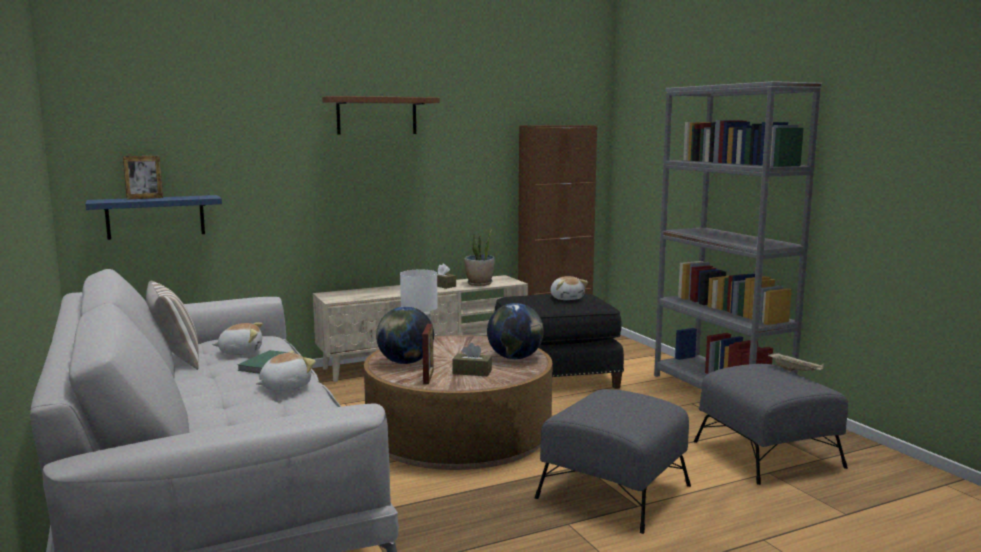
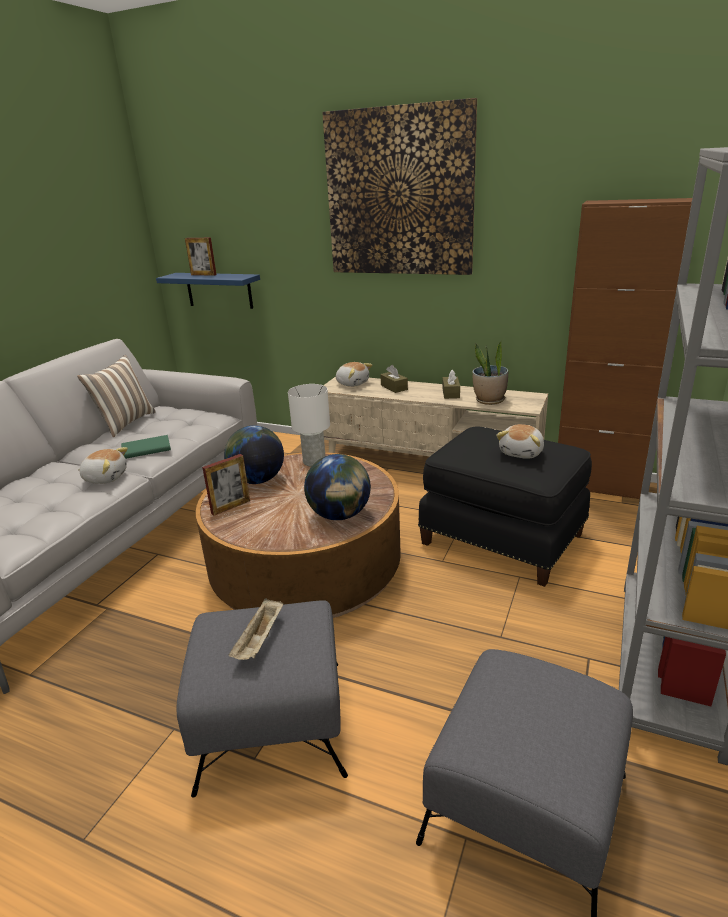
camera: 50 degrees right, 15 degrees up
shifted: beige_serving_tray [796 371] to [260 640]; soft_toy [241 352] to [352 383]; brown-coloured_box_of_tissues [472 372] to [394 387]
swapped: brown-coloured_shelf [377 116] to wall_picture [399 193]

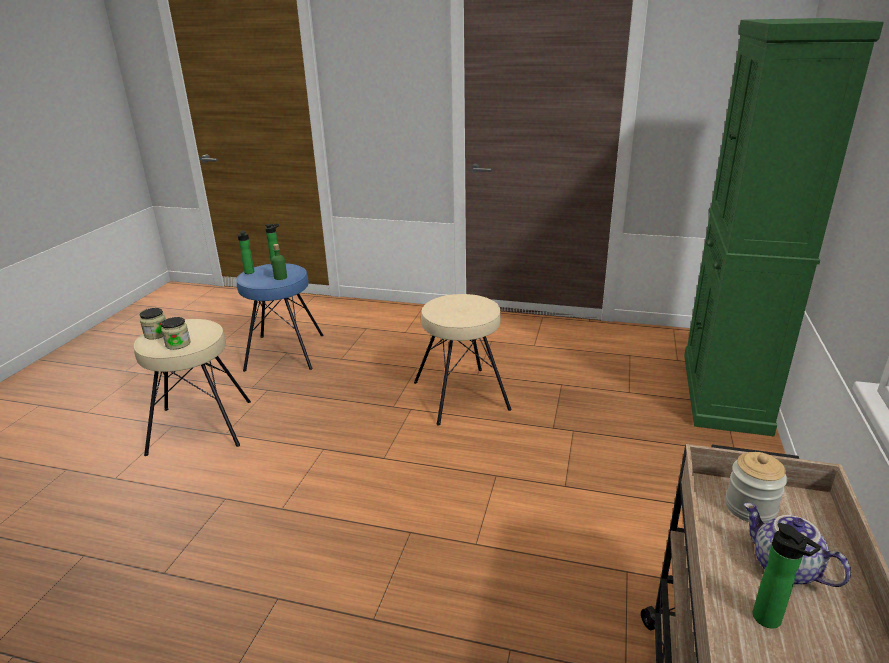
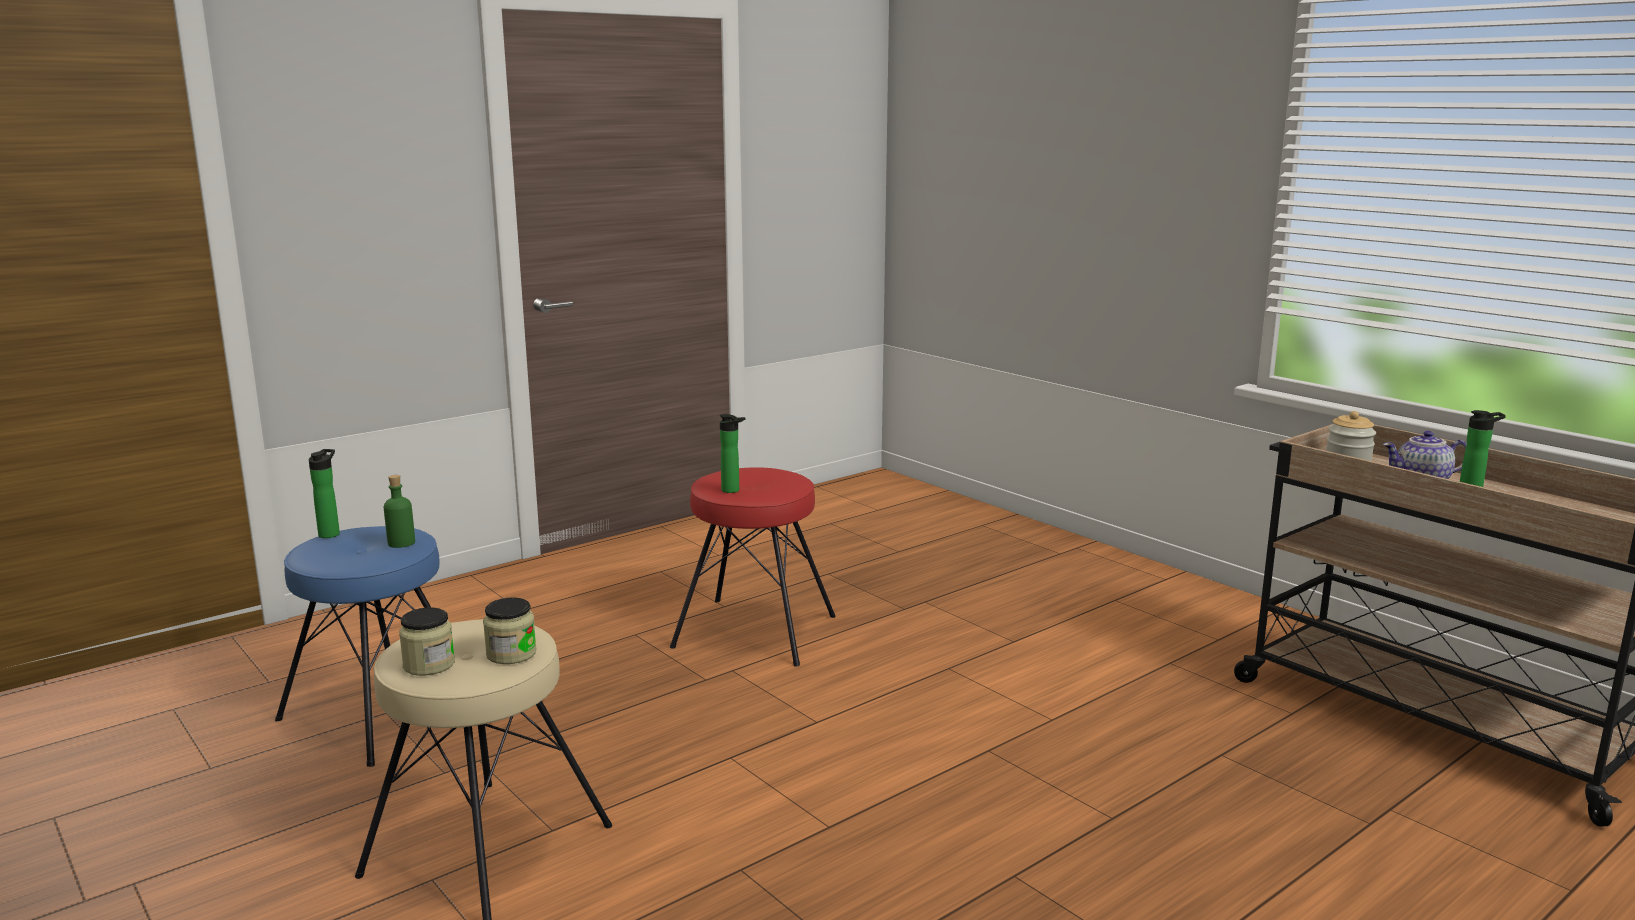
camera: 55 degrees left, 10 degrees down
gone: greenish_cupboard [724 392]
shifted: drink_bottle [249 273] to [733 490]
repainted: beige_stool_seat [461 395] to reddish_stool_seat [755 630]

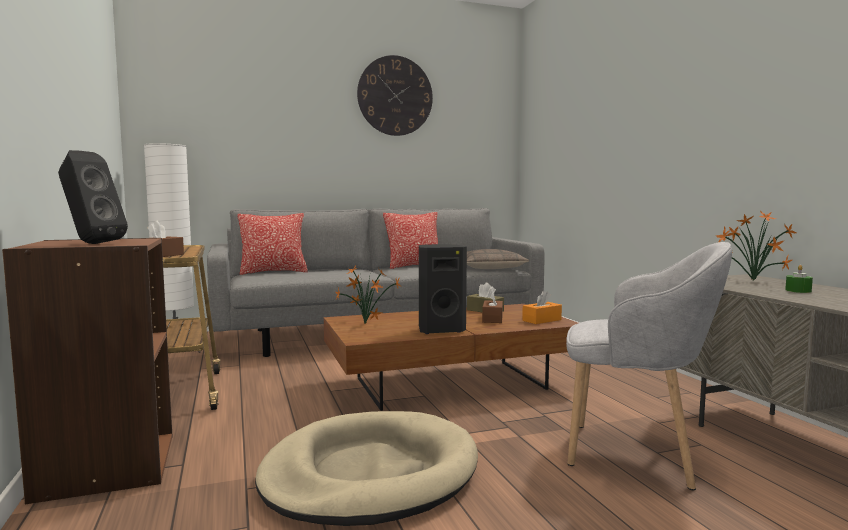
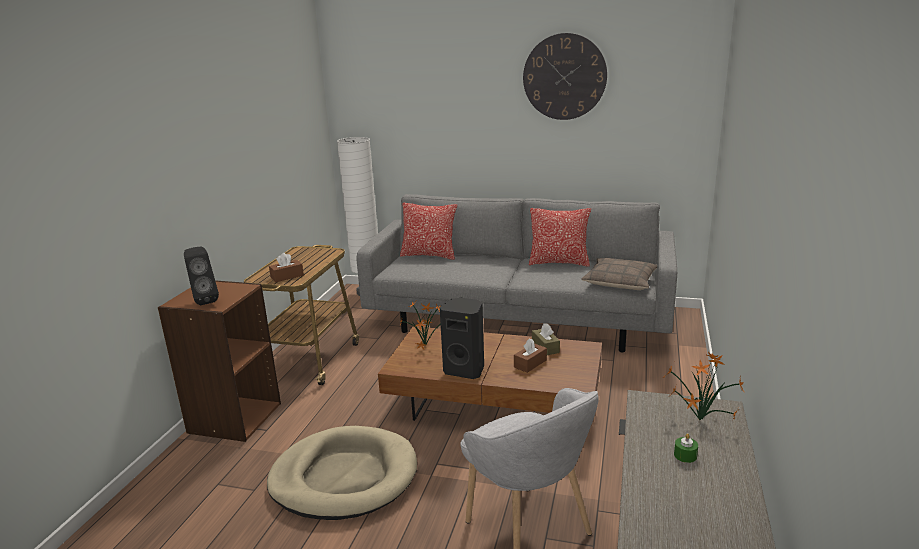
camera: 35 degrees right, 15 degrees up
gone: orange_box_of_tissues [541 320]

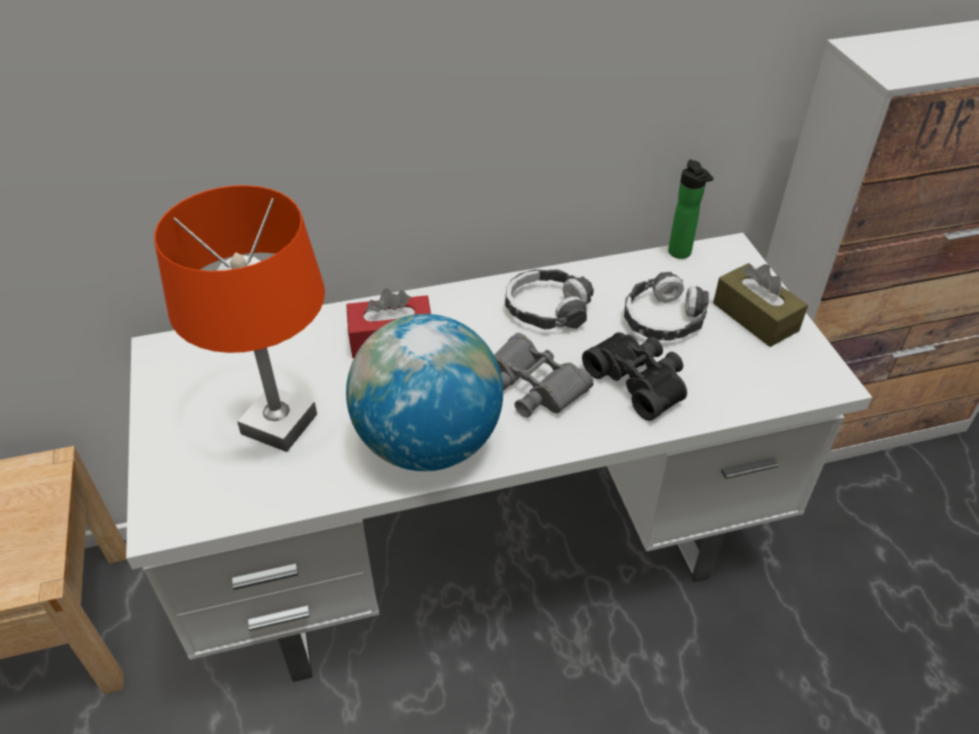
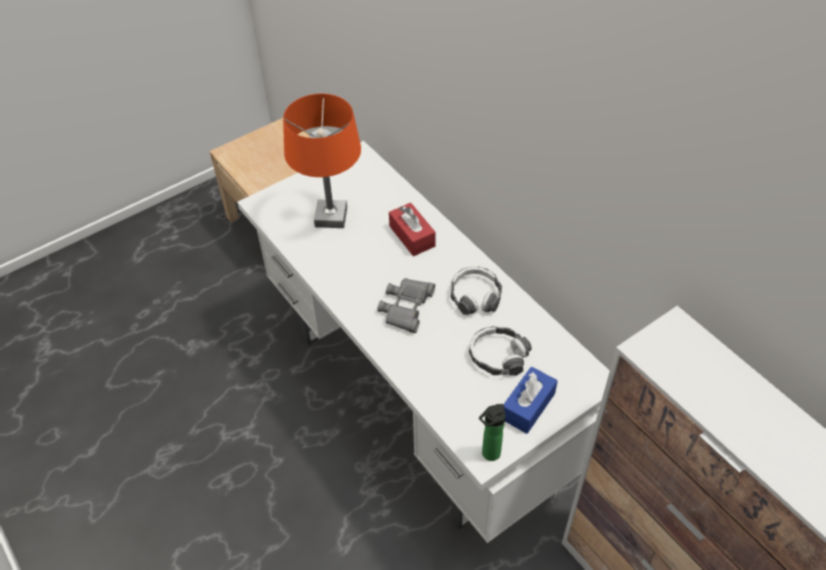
camera: 70 degrees right, 5 degrees up
gone: world_globe [428 443]; blackish_pair_of_binoculars [639 381]
shifted: drink_bottle [681 254] to [489 455]
repainted: brown-coloured_box_of_tissues [755 317] to blue_box_of_tissues [528 406]

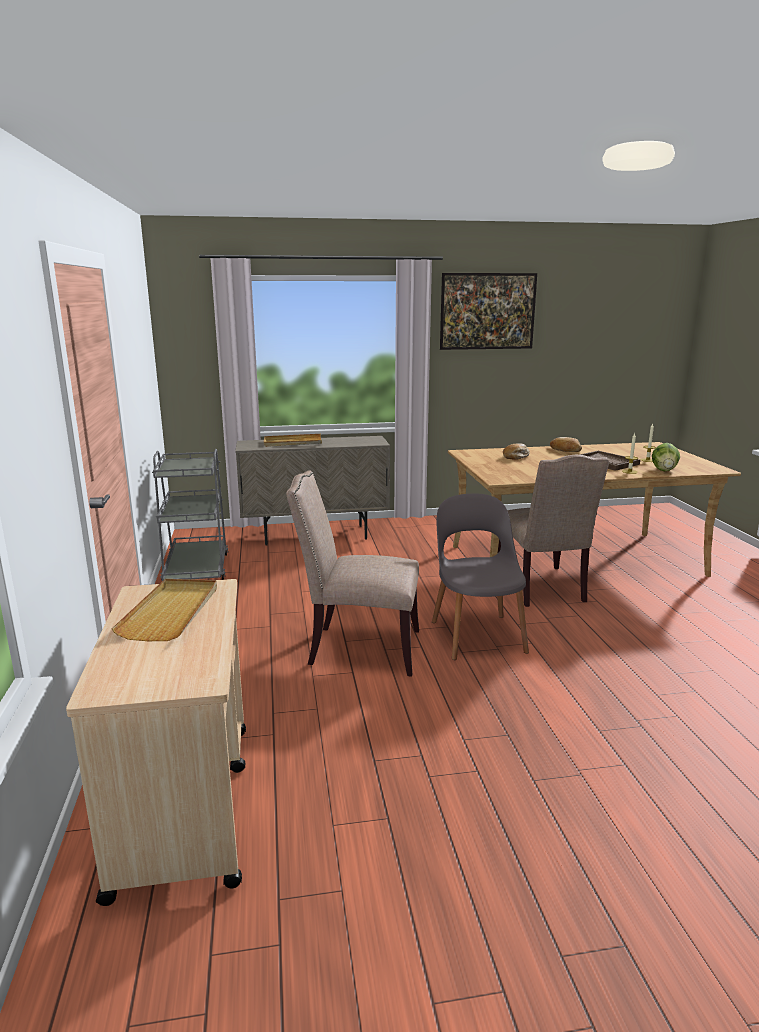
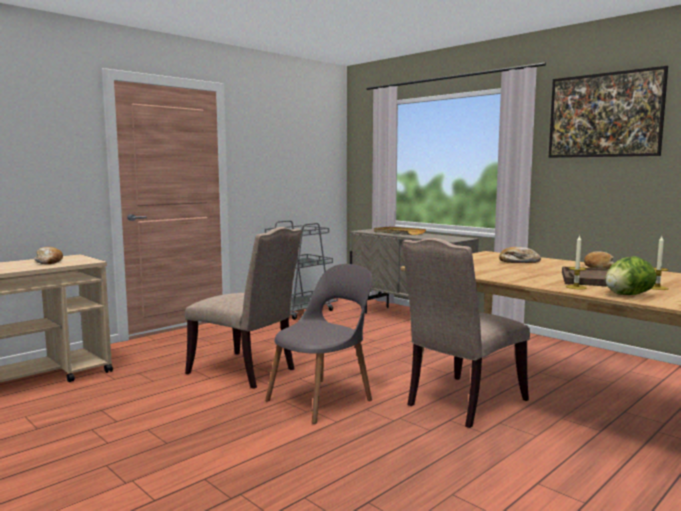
camera: 55 degrees right, 10 degrees down
swapped: beige_serving_tray [171 612] to bakery_bread [49 262]
rotated: beige_upright_chair [359 648] = [246 371] 150 degrees clockwise

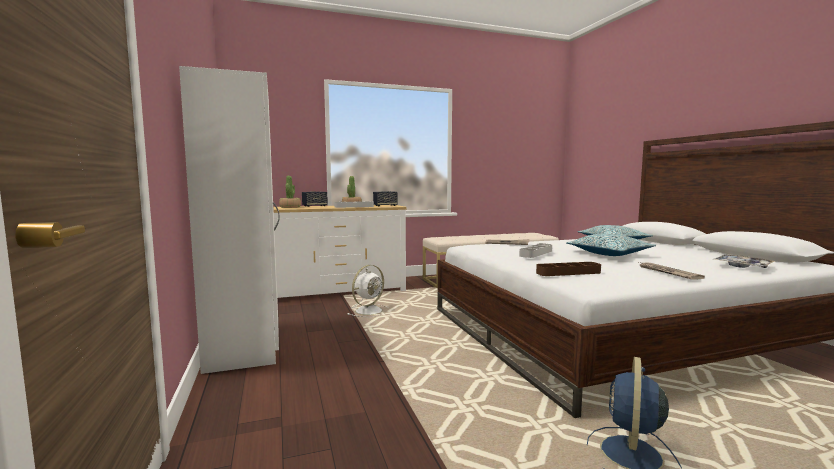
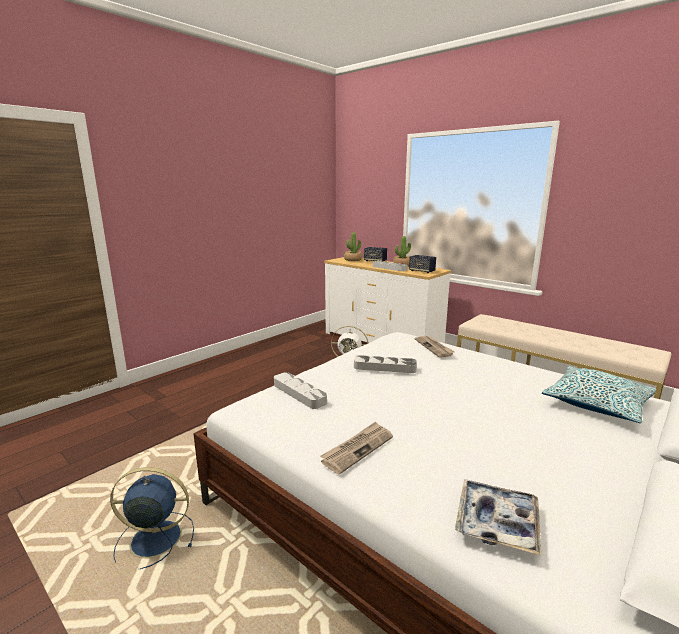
camera: 60 degrees right, 10 degrees up
gone: white_wardrobe [246 344]; cushion [609 254]
repainted: brown-coloured_serving_tray [568 273] to grey_serving_tray [299 393]

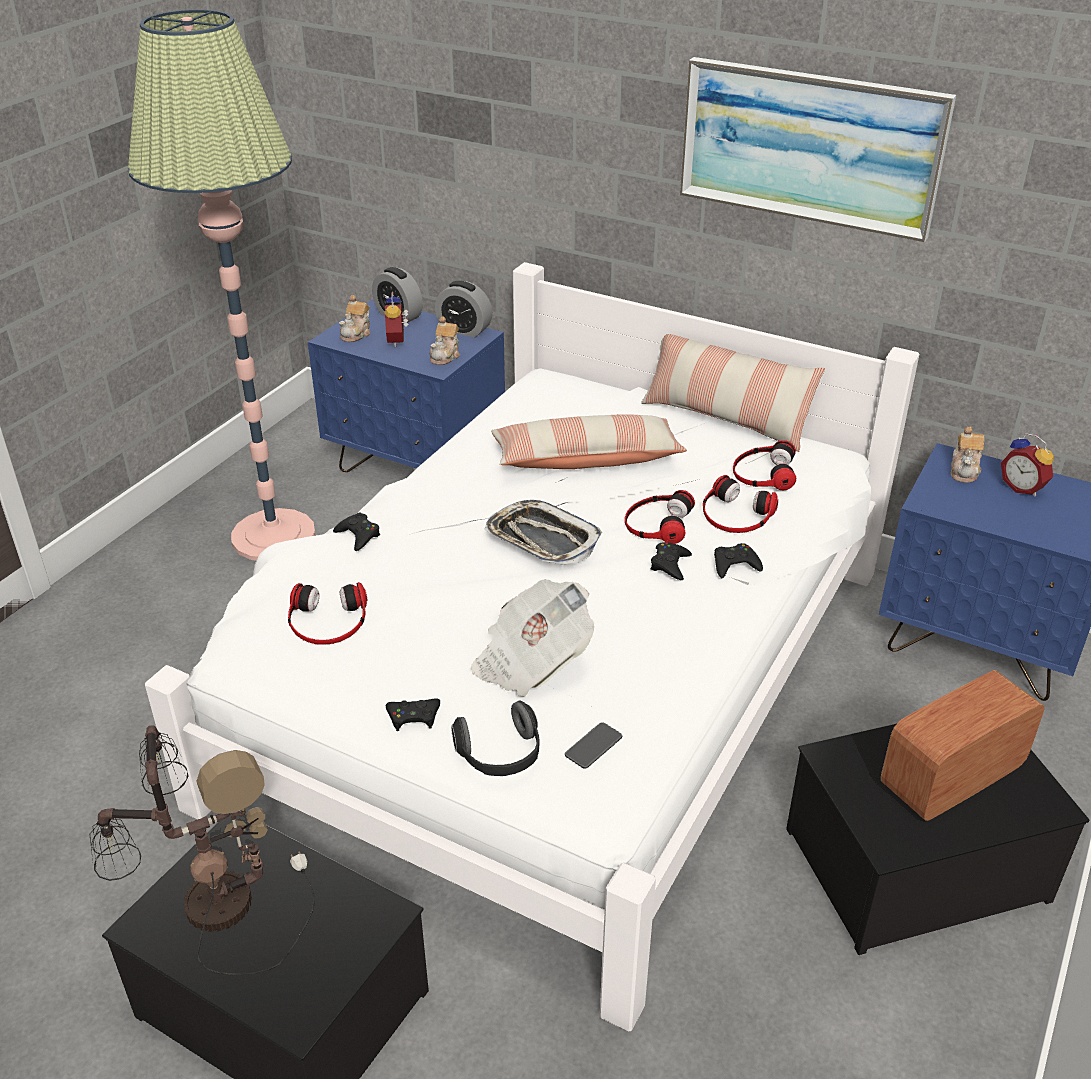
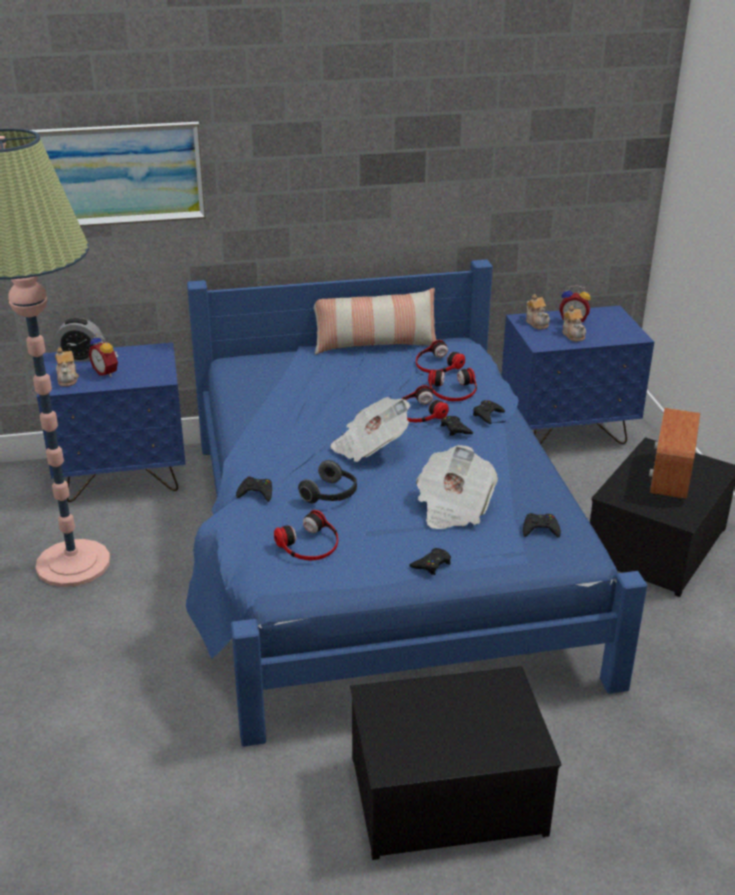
camera: 40 degrees left, 5 degrees down
gone: tabletop_lamp [214 903]; alarm_clock [464 330]; cushion [586 459]
shifted: wall_picture [809 146] to [109 175]; headset [500 756] to [331 495]; pot_for_tea [446 356] to [573 335]
swapped: serving_tray [542 540] to newspaper [370 447]; handset [593 746] to blackish_game_controller [540 529]
repainted: white_sleeping_bed [559 680] to blue_sleeping_bed [381 553]

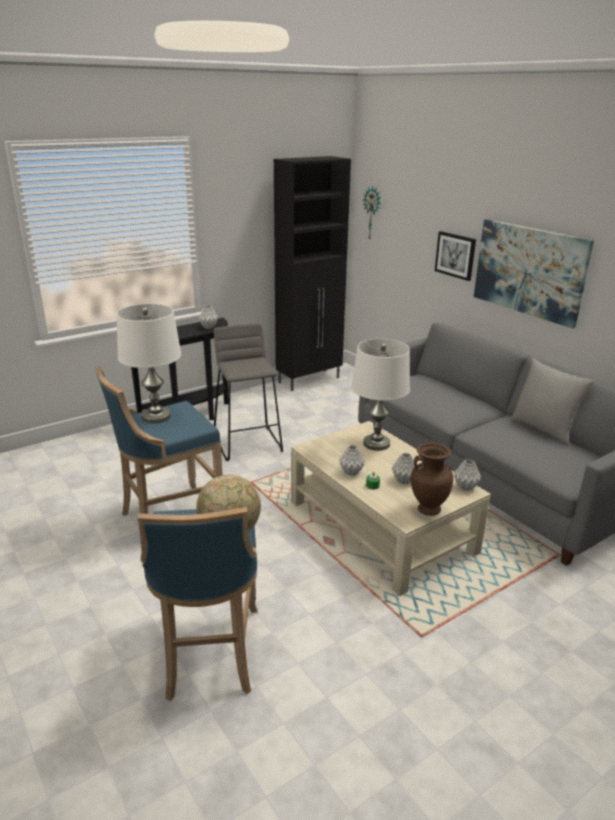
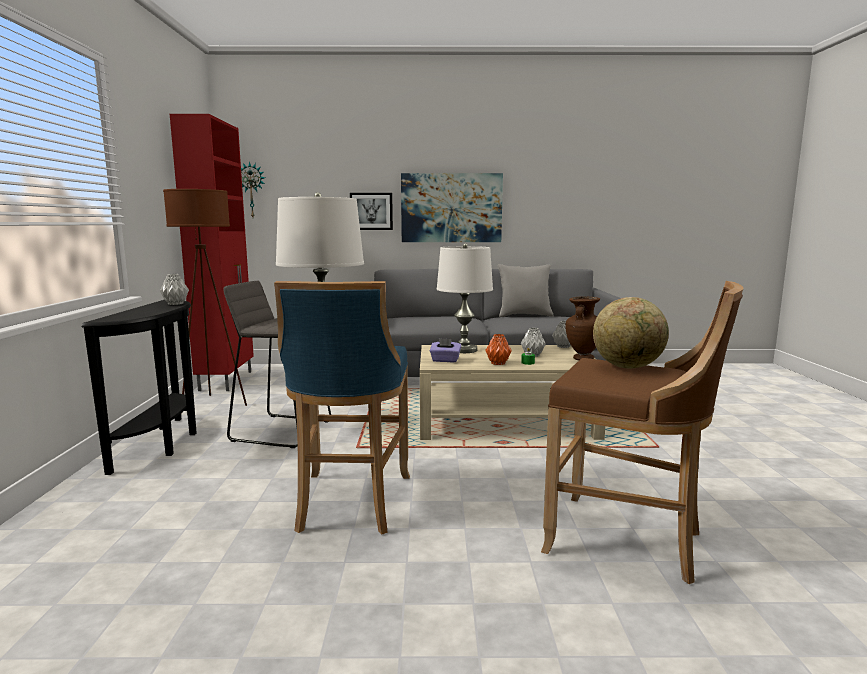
camera: 55 degrees left, 15 degrees down
new: brown-coloured_standard_lamp [213 404]; purple-coloured_box_of_tissues [445 360]
repainted: blackish_cupboard [310 380] to reddish_cupboard [227 380]; grey_vase [351 472] to orange_vase [498 363]; blue_stool_seat [209 655] to brown-coloured_stool_seat [628 541]

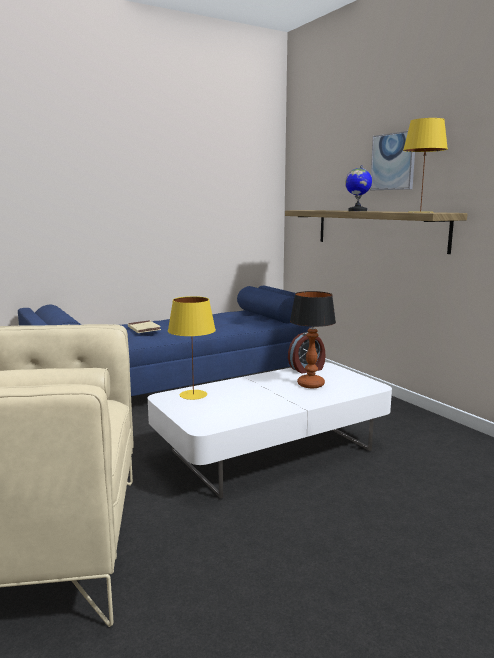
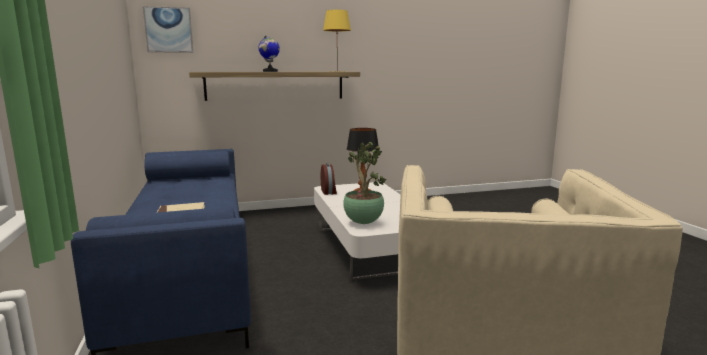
camera: 75 degrees left, 0 degrees up
shifted: wall_picture [393 161] to [168 30]
swapped: yellow-coloured_tabletop_lamp [193 394] to plant_in_a_pot [362 222]

